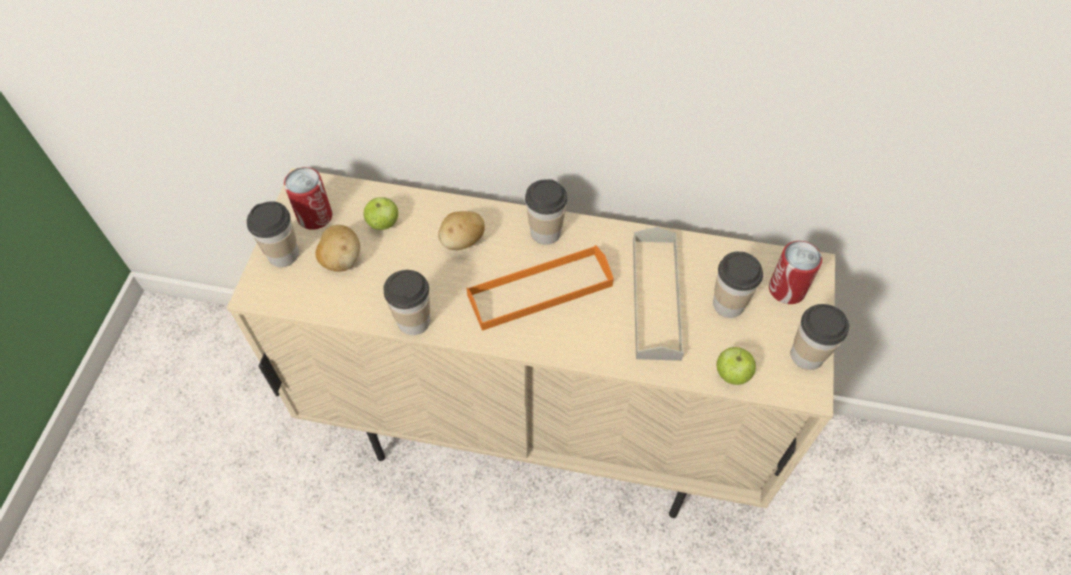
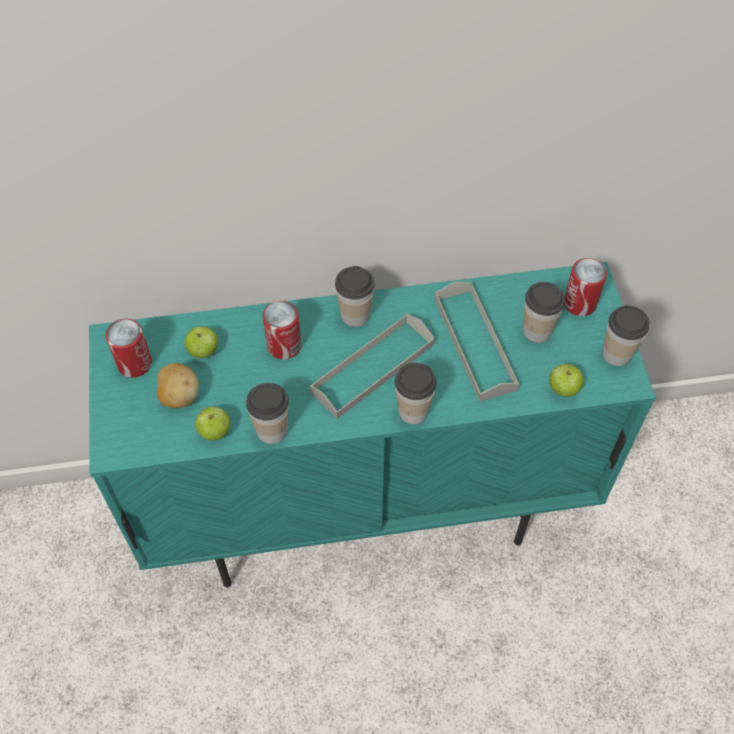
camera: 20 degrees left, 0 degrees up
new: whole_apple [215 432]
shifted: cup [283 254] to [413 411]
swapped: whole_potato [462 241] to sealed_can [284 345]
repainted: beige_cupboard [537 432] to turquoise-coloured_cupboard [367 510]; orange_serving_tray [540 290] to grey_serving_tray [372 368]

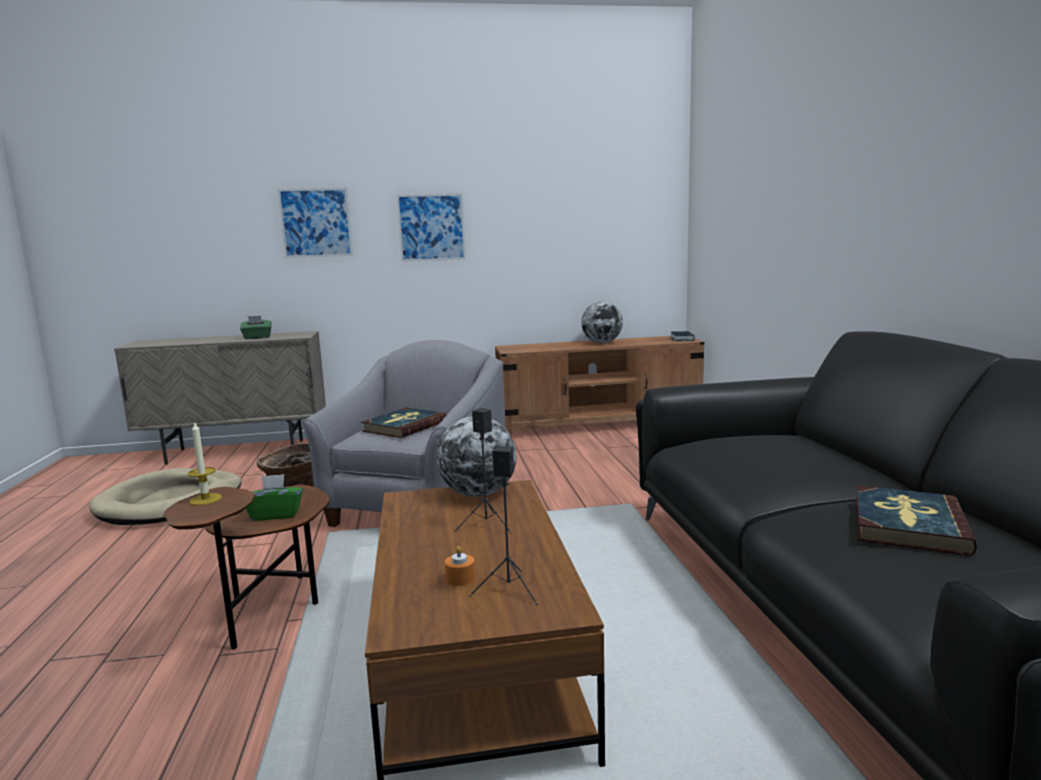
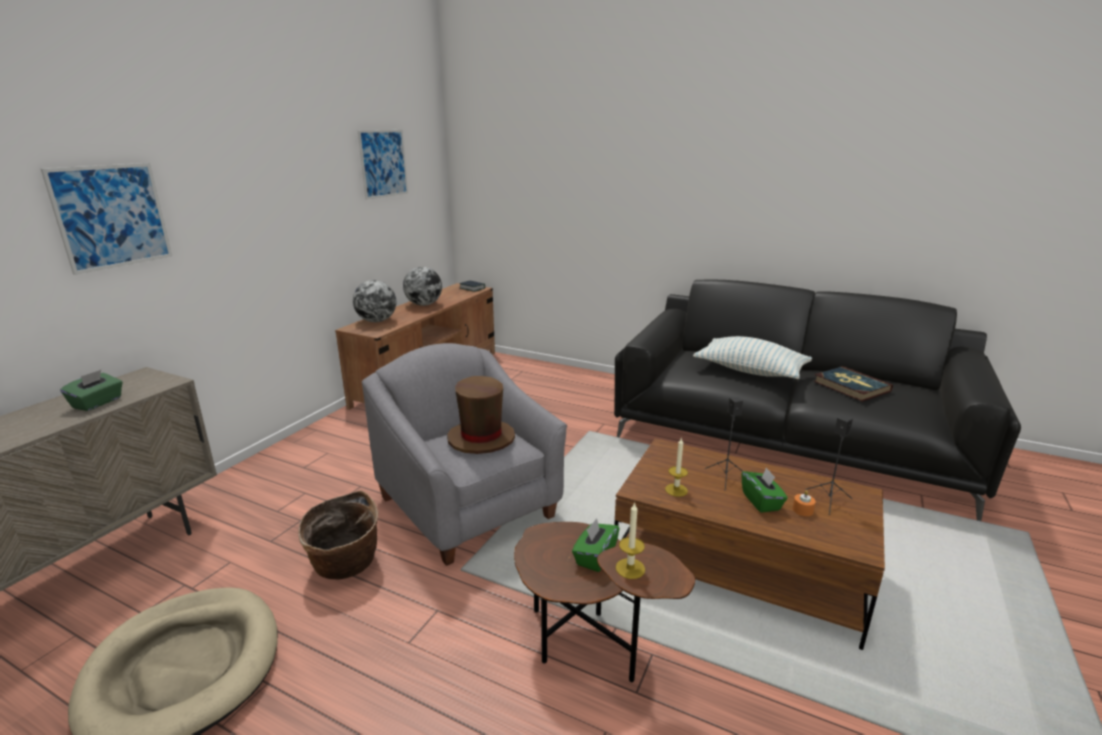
camera: 55 degrees left, 10 degrees up
new: candle [676 490]; cushion [750 371]; greenish_box_of_tissues [761 501]
shifted: world_globe [478 494] to [377 321]; wall_picture [431 227] to [383 163]
swapped: bound_book [404 426] to brown-coloured_clothing_hat [481 439]

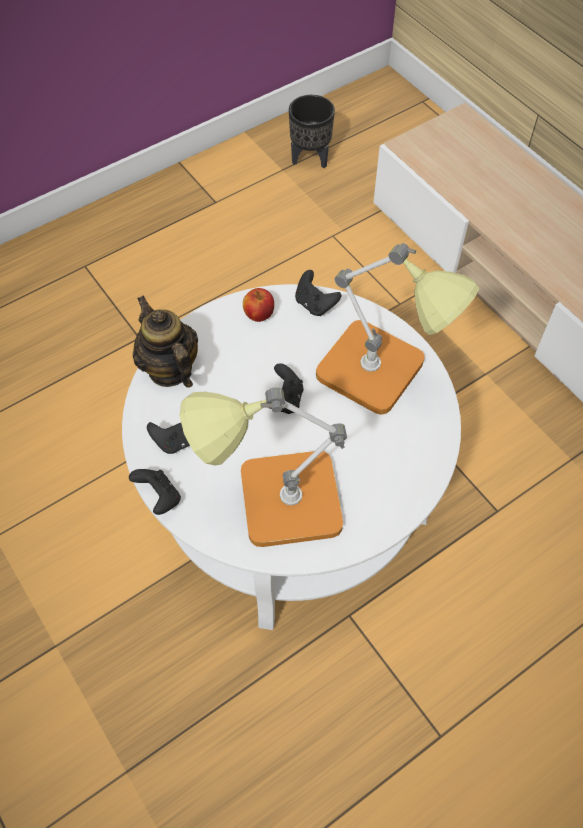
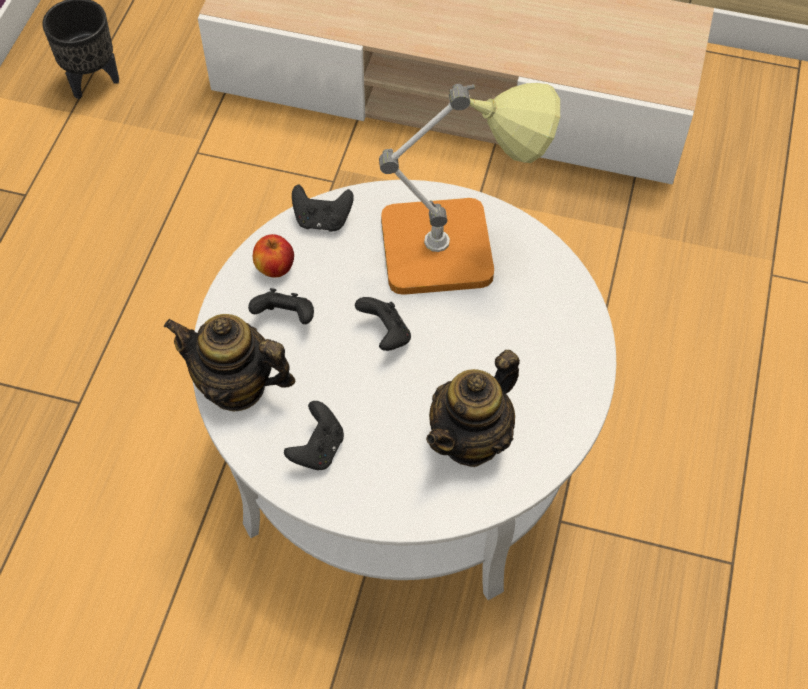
camera: 40 degrees left, 0 degrees up
shifted: blackish_game_controller [159 497] to [286 317]
swapped: tabletop_lamp [275 502] to pot_for_tea [471 439]

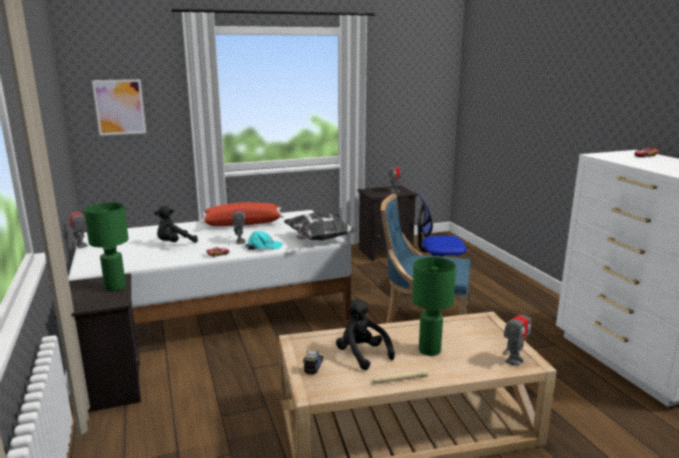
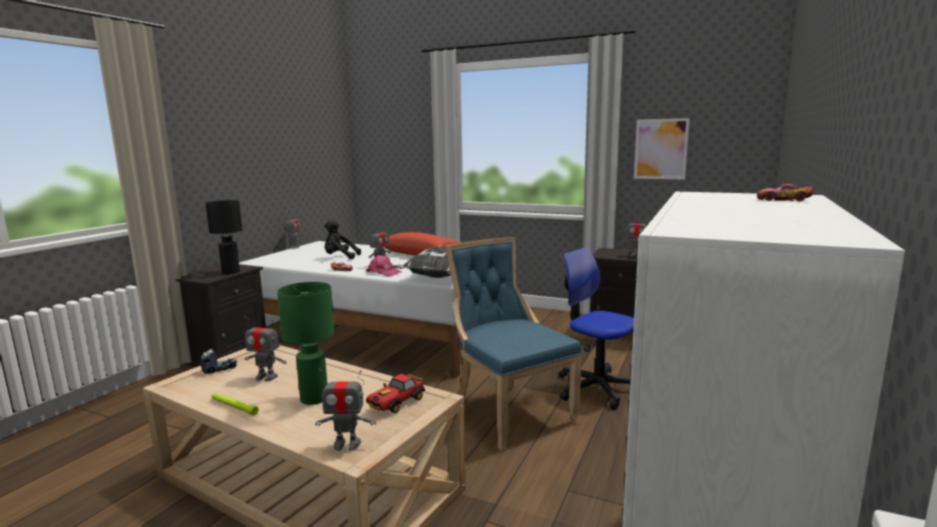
camera: 45 degrees right, 5 degrees down
new: toy_car [396 403]
shifted: wall_picture [120 107] to [660 149]
swapped: blackish_soft_toy [362 355] to toy_robot [266 377]
repainted: greenish_tabletop_lamp [115 287] to blackish_tabletop_lamp [231 272]; beige_torch [399 380] to greenish_torch [233 407]; turquoise-coloured_cap [263 247] to pinkish_cap [384 272]

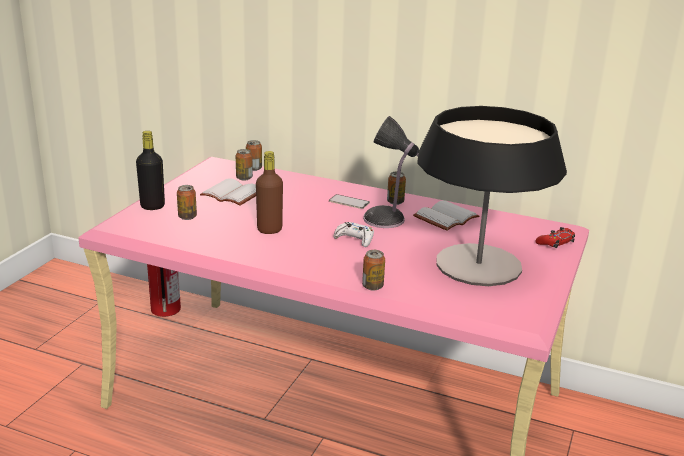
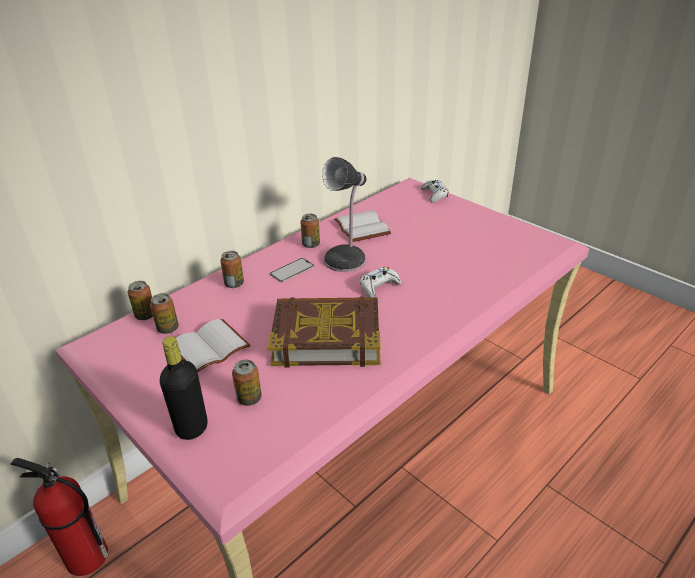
camera: 65 degrees left, 10 degrees up
gone: tabletop_lamp [478 264]
shifted: sealed_can [372 286] to [234 284]
swapped: brown-coloured_drink_bottle [269 230] to bound_book [326 337]
repainted: reddish_game_controller [555 242] to white_game_controller [434 194]

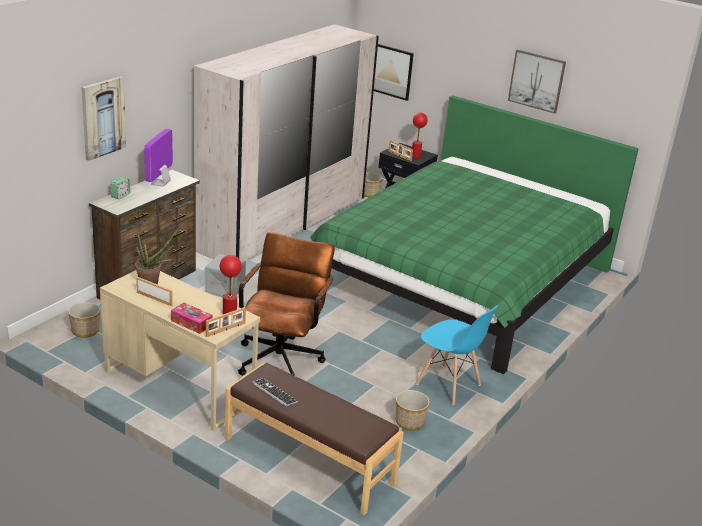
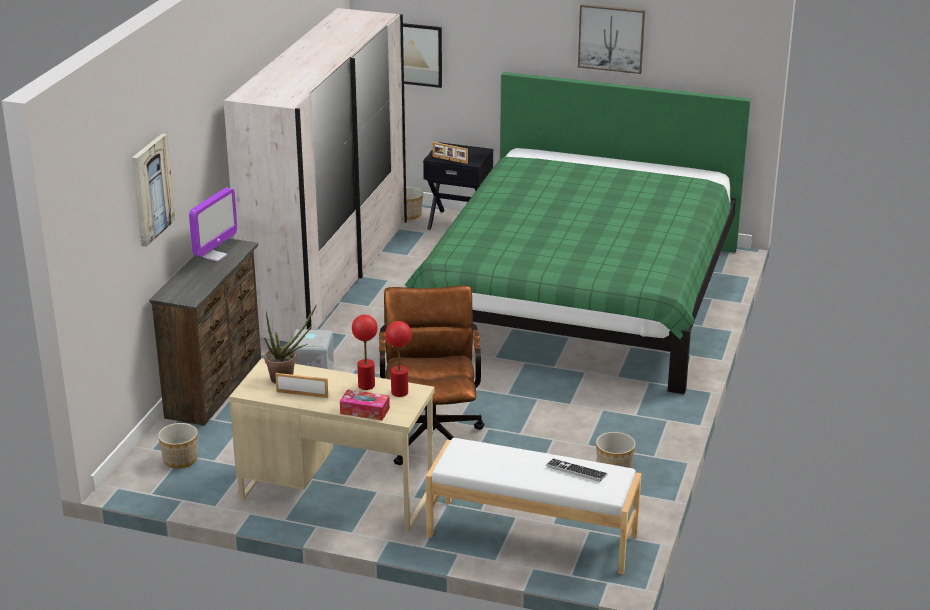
camera: 15 degrees left, 0 degrees up
gone: alarm_clock [120 196]; picture_frame [226 330]; blue_upright_chair [448 385]
shifted: reddish_tabletop_lamp [415 156] to [366 385]; computer_keyboard [274 393] to [576 471]
repainted: brown-coloured_long_seat [308 461] to white_long_seat [531 536]
rotated: monitor [160 183] = [215 256] 150 degrees counterclockwise

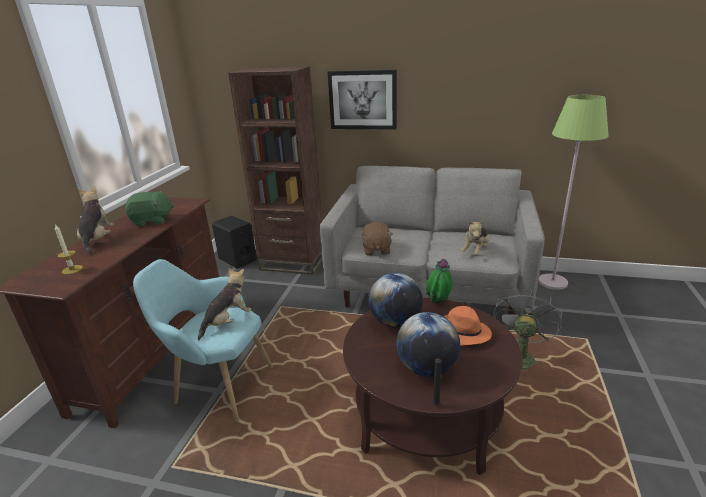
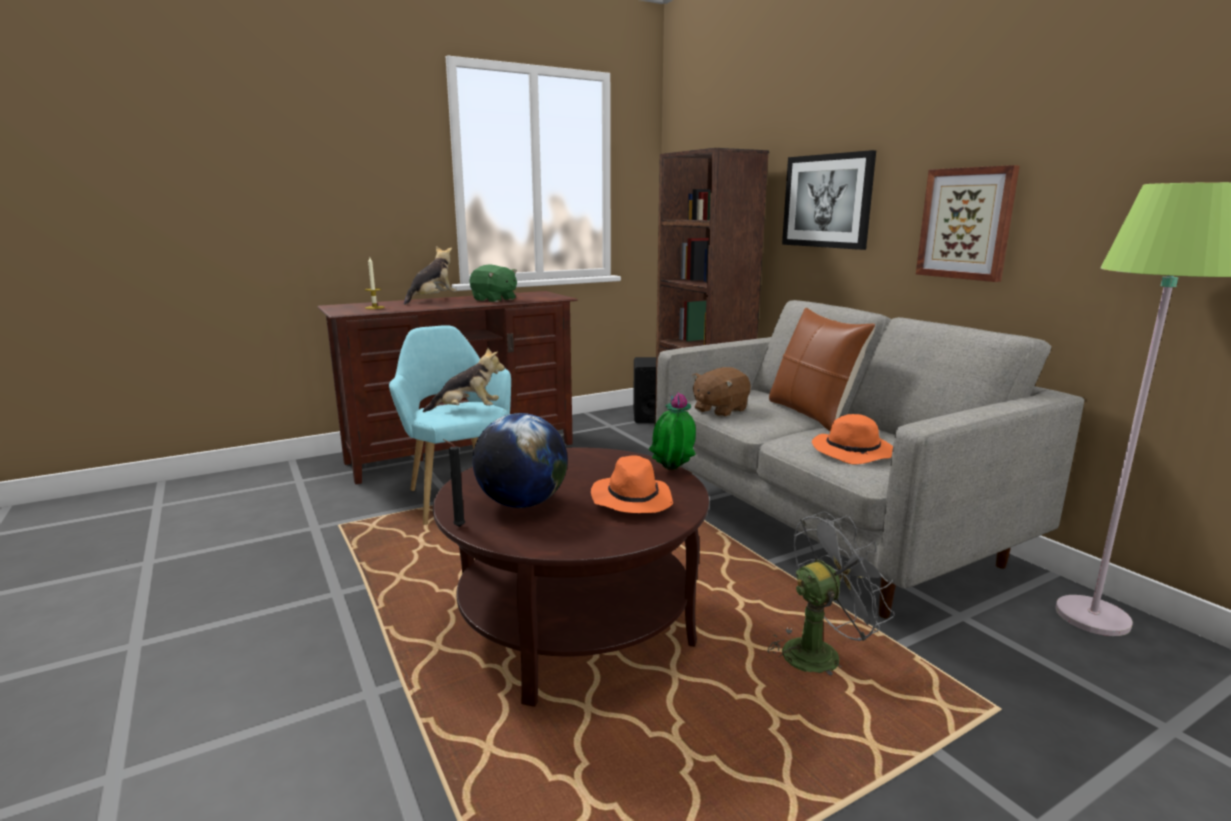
camera: 45 degrees right, 10 degrees down
gone: world_globe [395 322]
new: brown-coloured_cushion [812 414]; wall_picture [966 223]
swapped: soft_toy [475 251] to orange_clothing_hat [853 452]

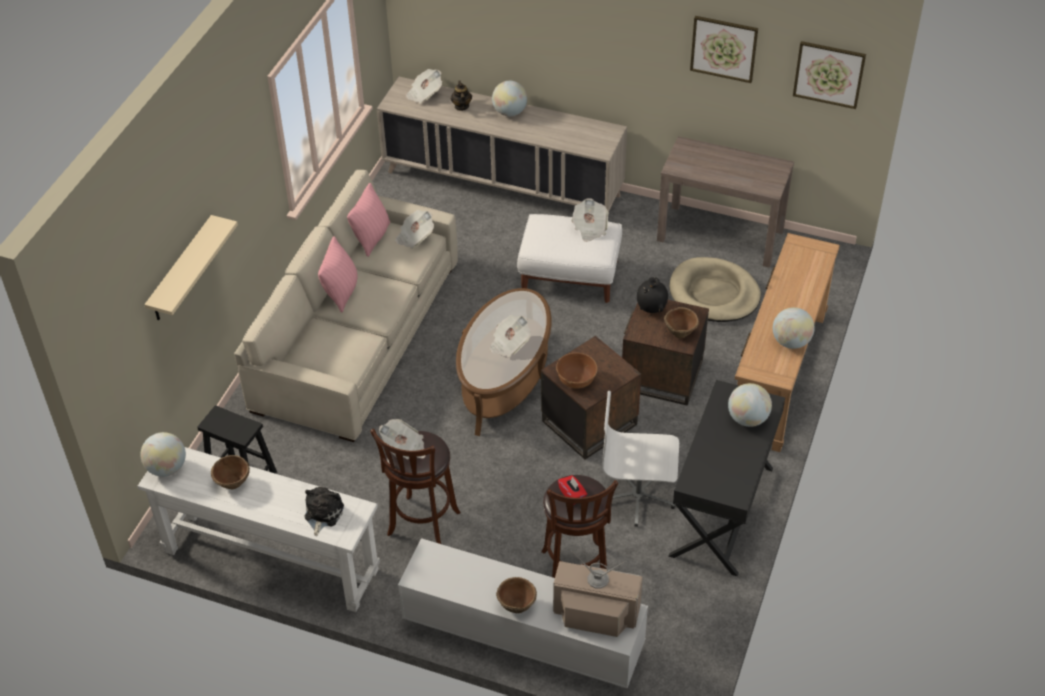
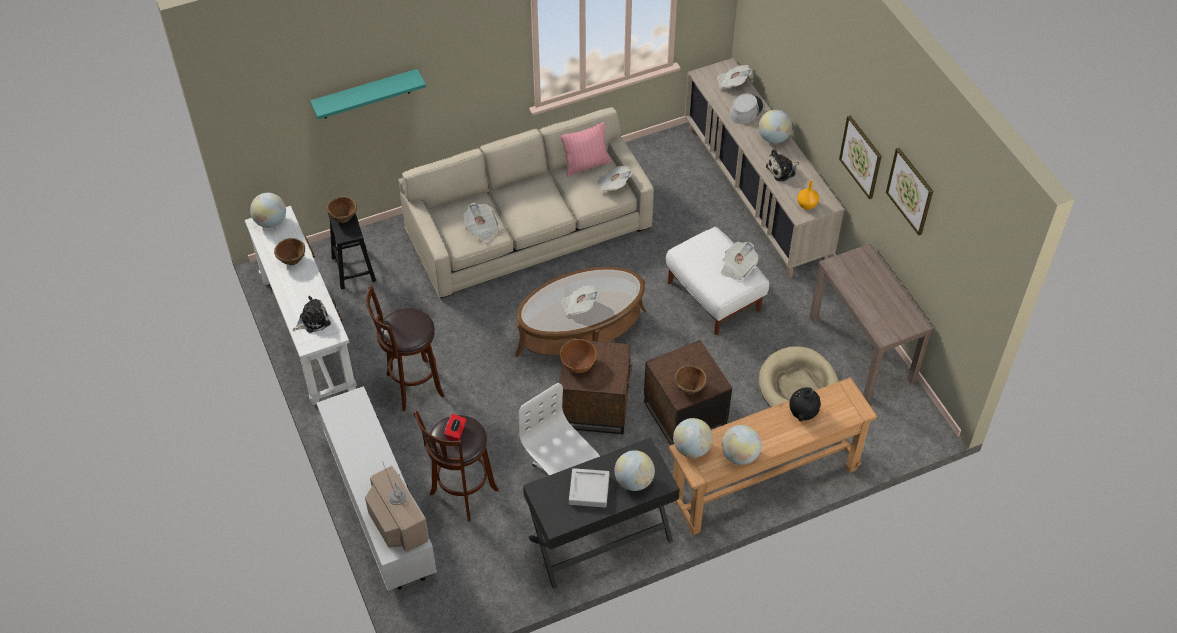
camera: 45 degrees right, 5 degrees up
gone: pinkish_cushion [341 292]
new: grey_serving_tray [589 490]; world_globe [691 448]; soft_toy [782 170]; orange_vase [806 205]
shifted: brown-coloured_serving_bowl [516 605] to [343 217]; newspaper [404 448] to [482 229]; blackish_vase [651 309] to [803 414]; wall_picture [829 74] to [861 157]
swapped: pot_for_tea [461 106] to grey_clothing_hat [745 110]
repainted: beige_shelf [181 270] to turquoise-coloured_shelf [365 94]

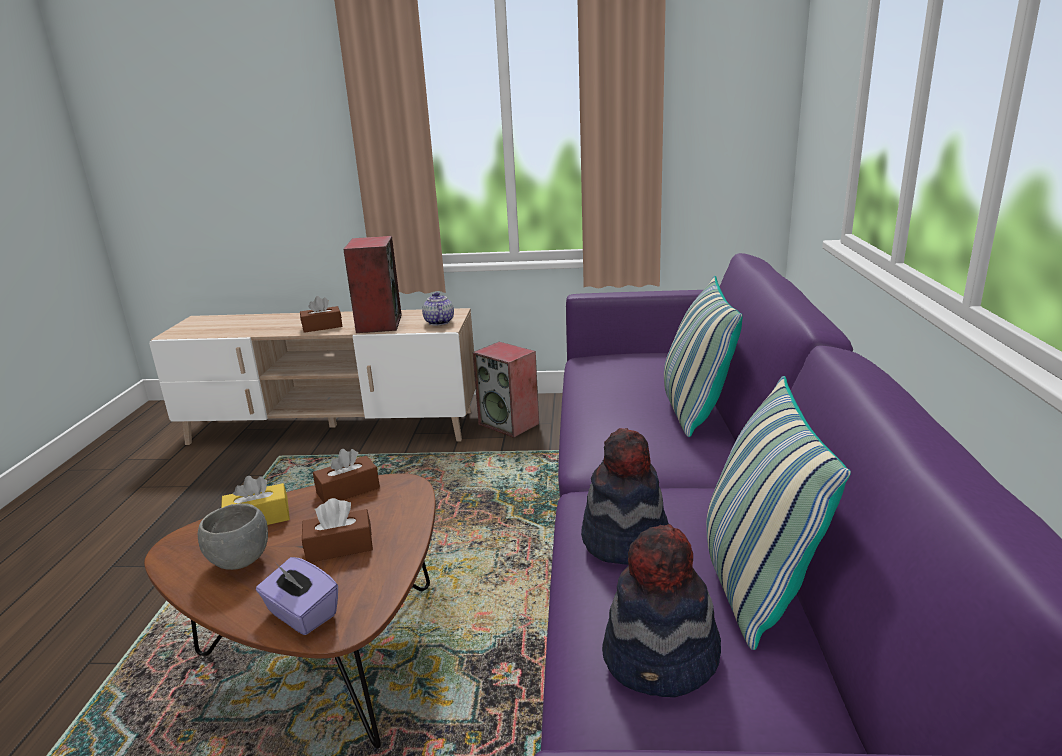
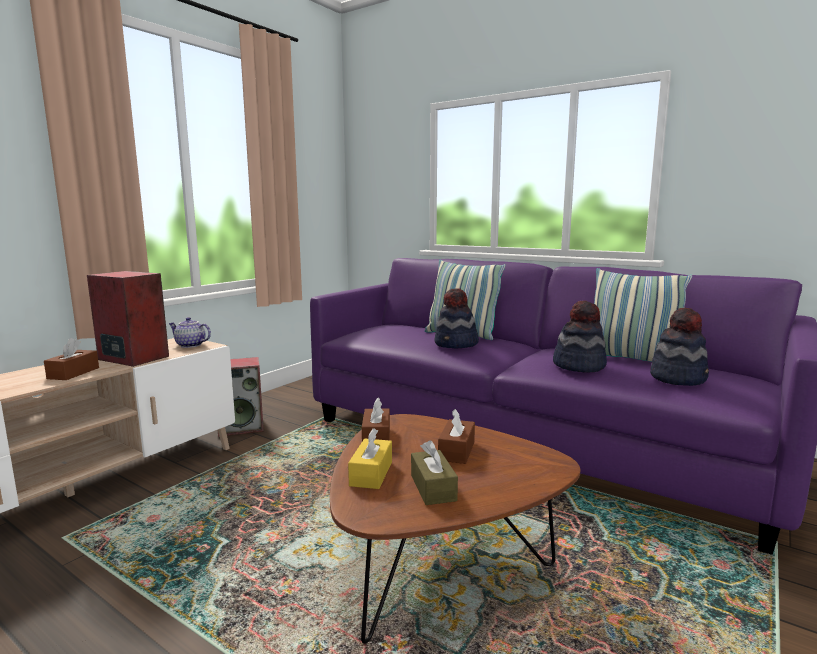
camera: 60 degrees left, 10 degrees down
gone: purple-coloured_box_of_tissues [301 614]
new: clothing_hat [456 344]
swapped: grey_serving_bowl [239 561] to brown-coloured_box_of_tissues [433 488]

